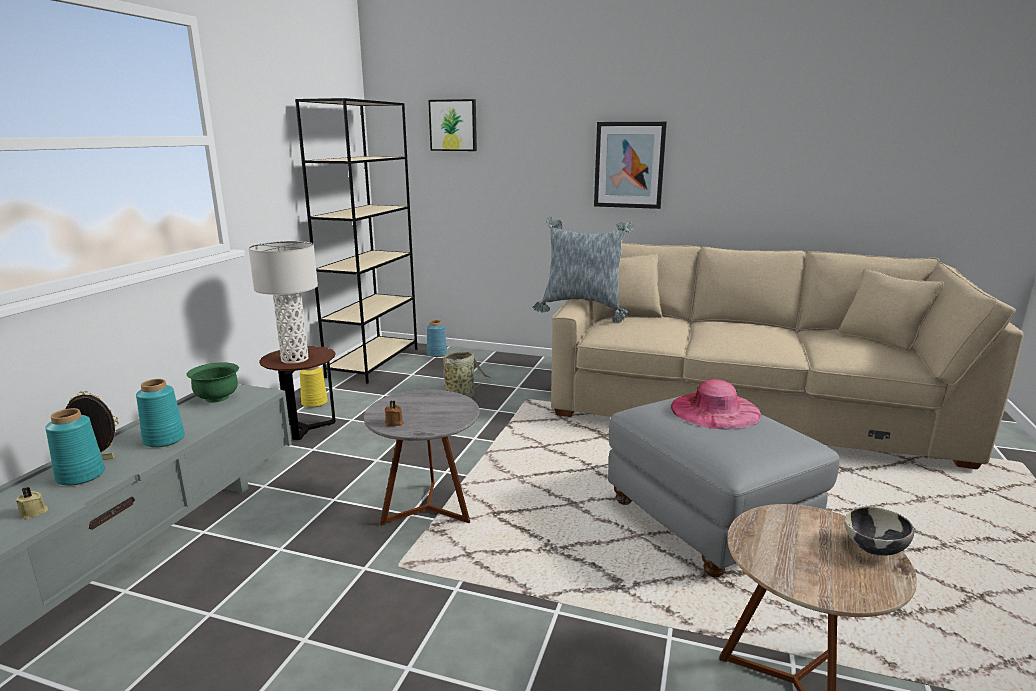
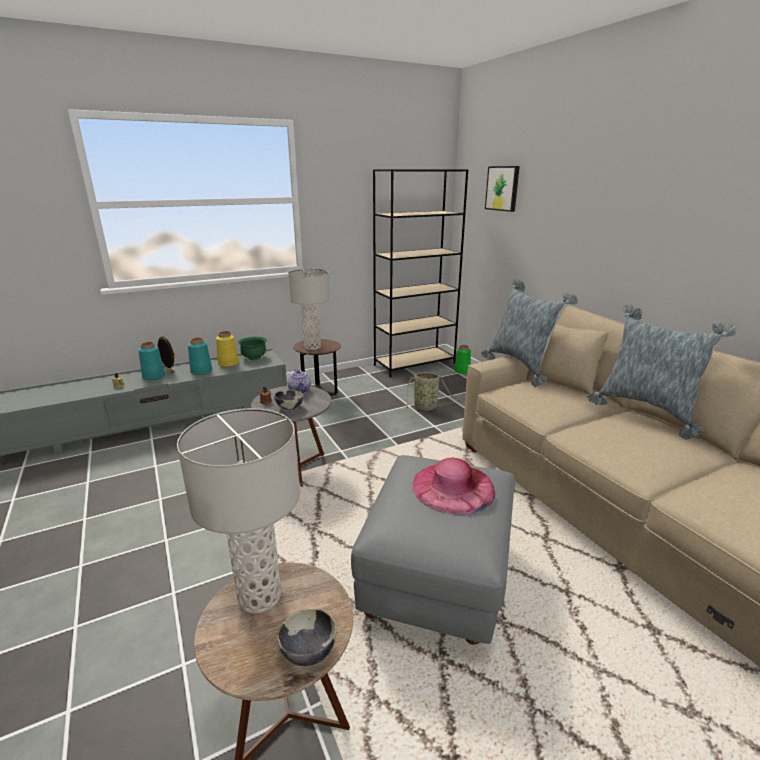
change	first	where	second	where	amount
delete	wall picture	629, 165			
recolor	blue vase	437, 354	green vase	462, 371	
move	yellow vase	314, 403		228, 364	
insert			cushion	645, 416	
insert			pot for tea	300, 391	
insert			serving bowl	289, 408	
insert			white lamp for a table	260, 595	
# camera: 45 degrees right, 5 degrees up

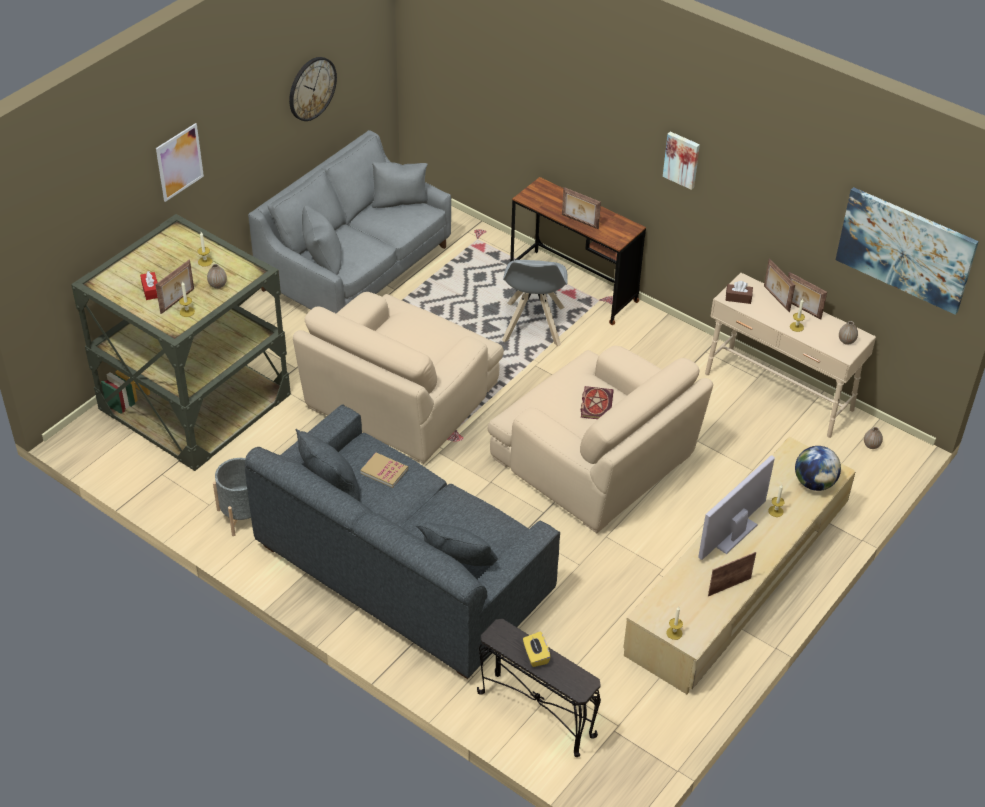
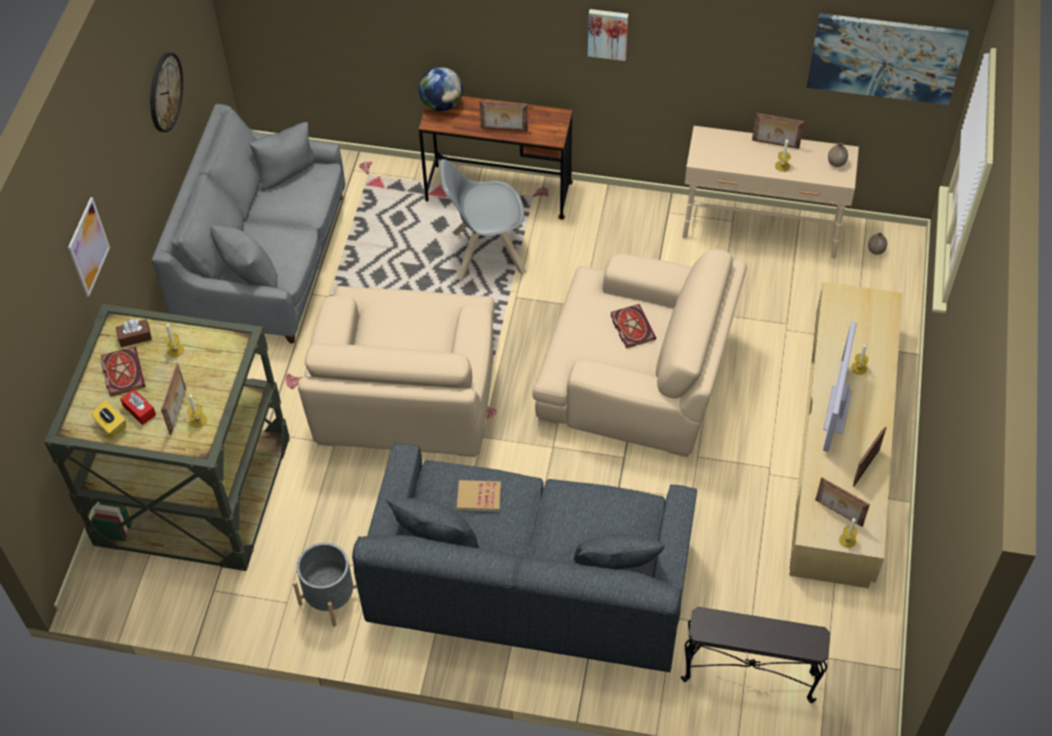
change	first	where	second	where	amount
move	standing frame	776, 299		838, 513	
rotate	greyish plain chair	533, 325		485, 252	105 degrees clockwise
delete	vase	218, 285			
move	brownish tissue box	738, 298		135, 337	
move	desk globe	814, 483		441, 104	
move	yellow tissue box	535, 656		111, 425	
insert			bound book	122, 372	
# camera: 25 degrees left, 10 degrees up

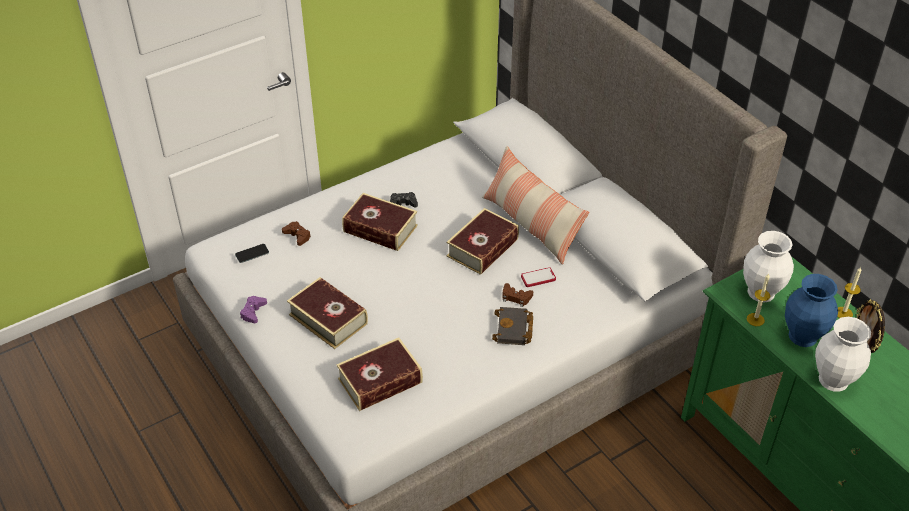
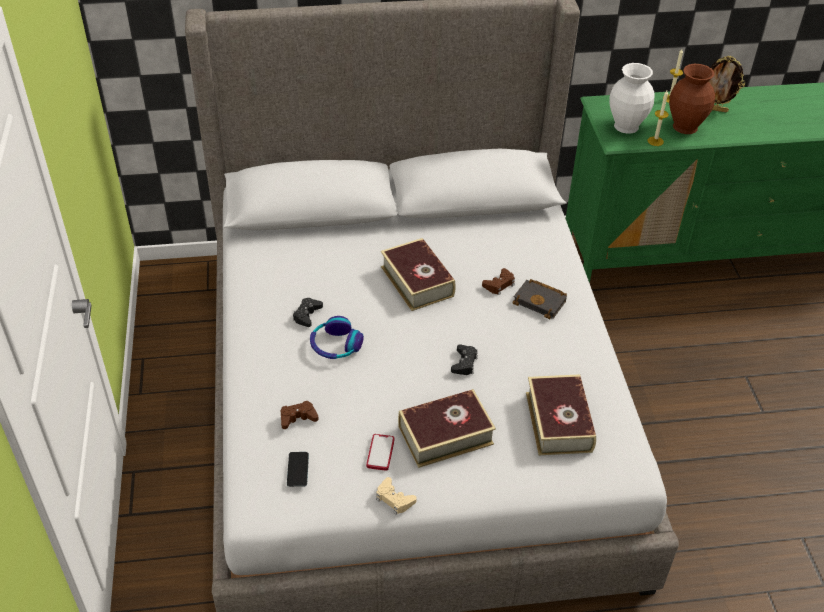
change	first	where	second	where	amount
delete	cushion	531, 224			
replace	bound book	380, 229	headphones	335, 345	
move	handset	538, 278		380, 453	
recolor	blue vase	803, 337	brownish vase	686, 127	
recolor	purple-coloured game controller	253, 312	beige game controller	394, 499	
delete	white vase	833, 379			
insert			blackish game controller	464, 363	
# camera: 65 degrees left, 0 degrees up

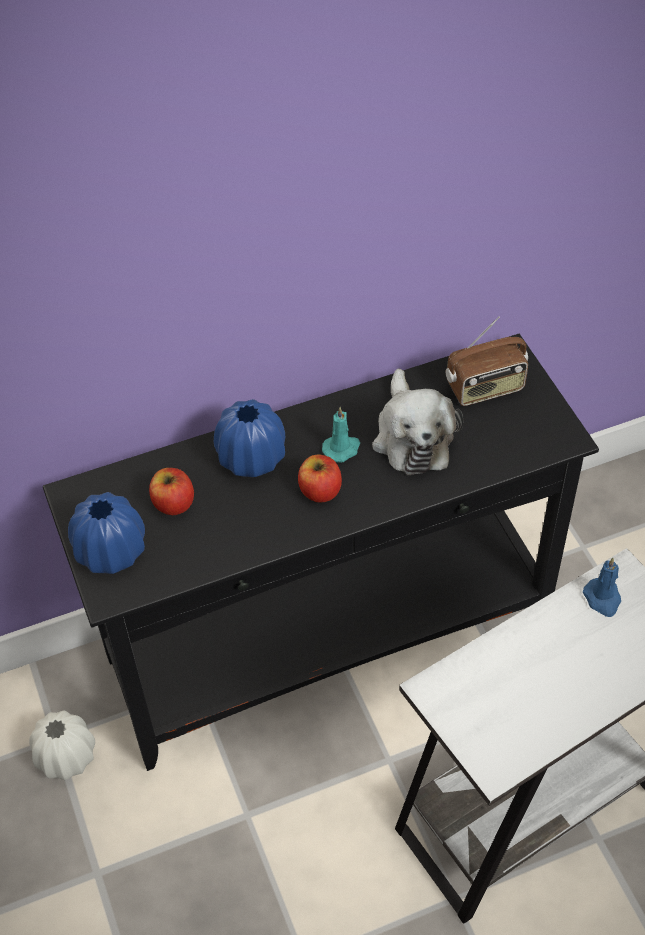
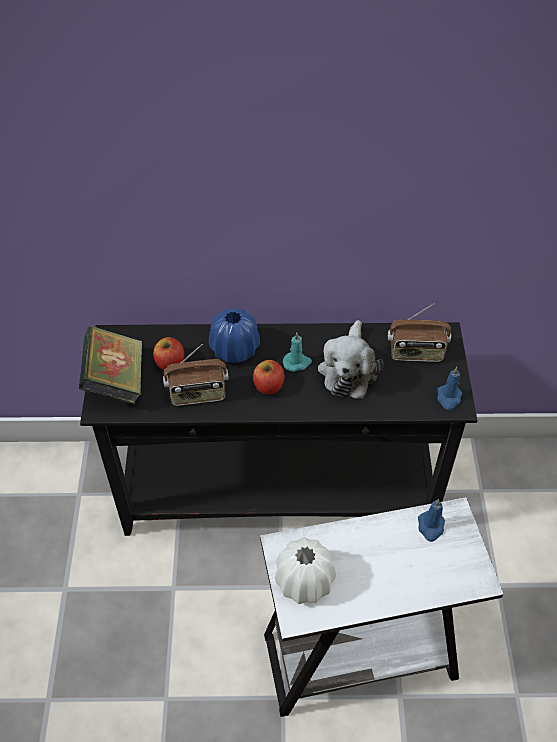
change	first	where	second	where	amount
replace	blue vase	111, 551	bound book	116, 381	
move	white vase	66, 757		304, 581	
insert			radio receiver	197, 394	
insert			blue wax candle	448, 398	
# camera: 20 degrees right, 0 degrees up

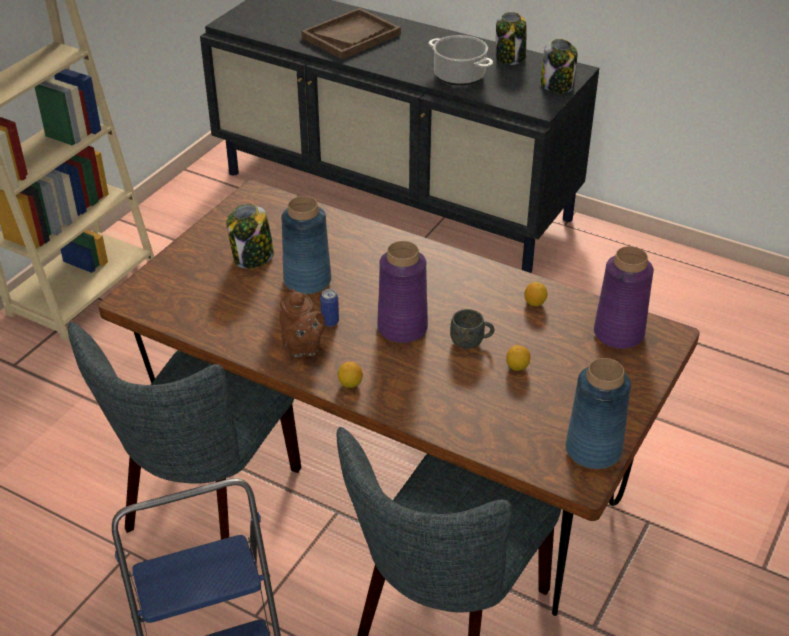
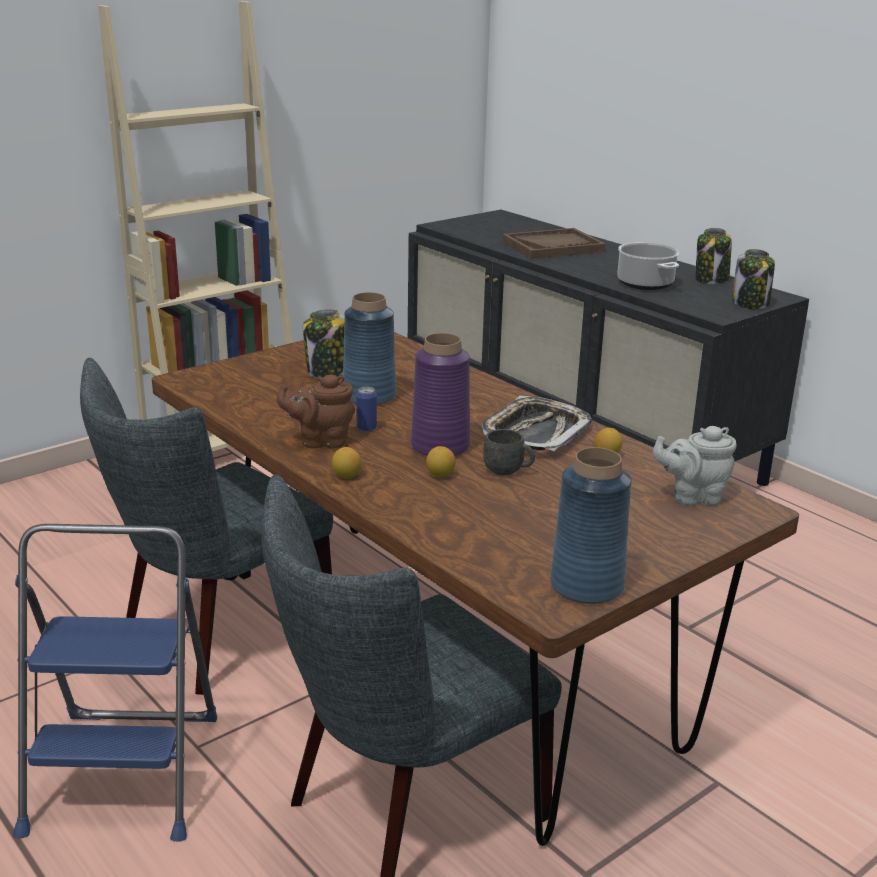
change	first	where	second	where	amount
replace	purple-coloured vase	619, 333	greyish pot for tea	692, 497	
rotate	brownish pot for tea	302, 348		321, 441	90 degrees clockwise
move	lemon	517, 367		440, 475	
insert			serving tray	535, 433	
# camera: 20 degrees right, 15 degrees down

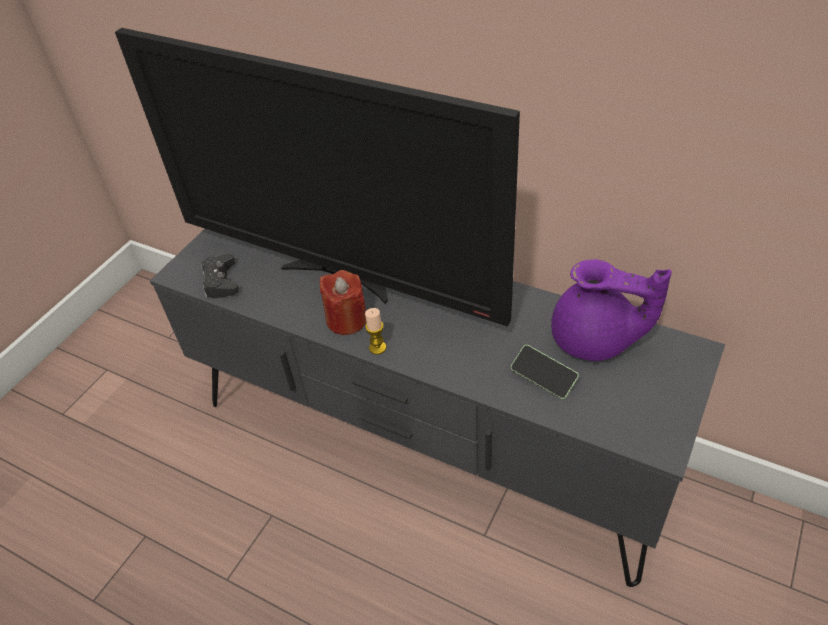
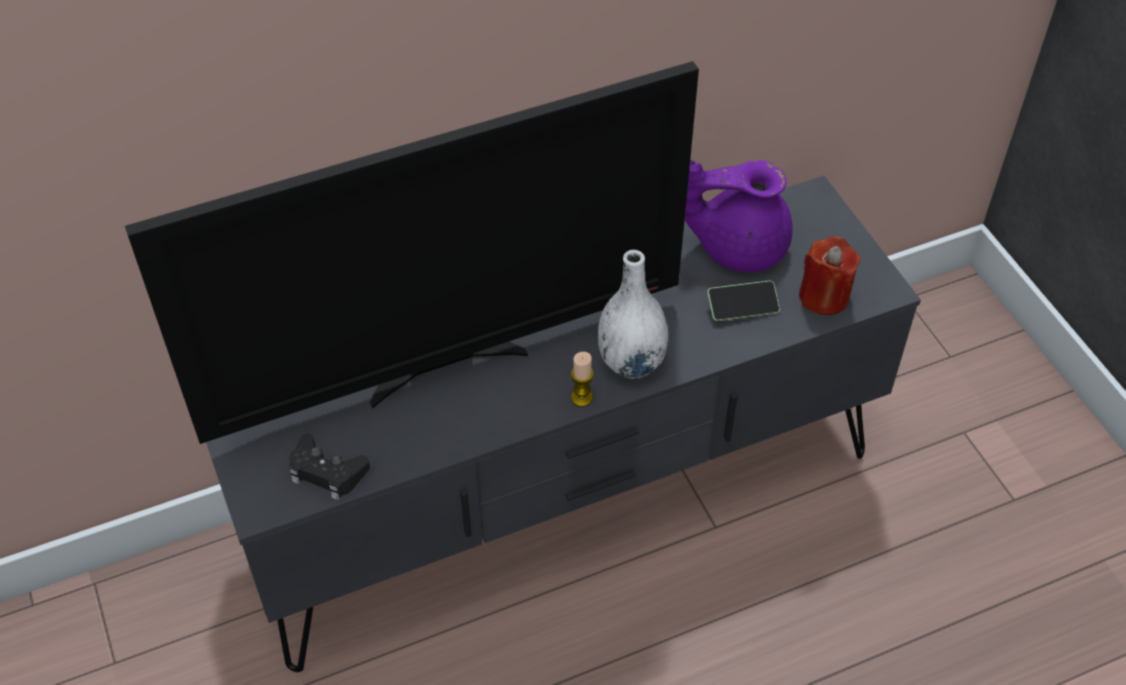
change	first	where	second	where	amount
rotate	purple-coloured pot for tea	595, 340		737, 246	150 degrees counterclockwise
move	red-coloured wax candle	346, 320		824, 296	
insert			white vase	631, 363	
# camera: 55 degrees left, 5 degrees up

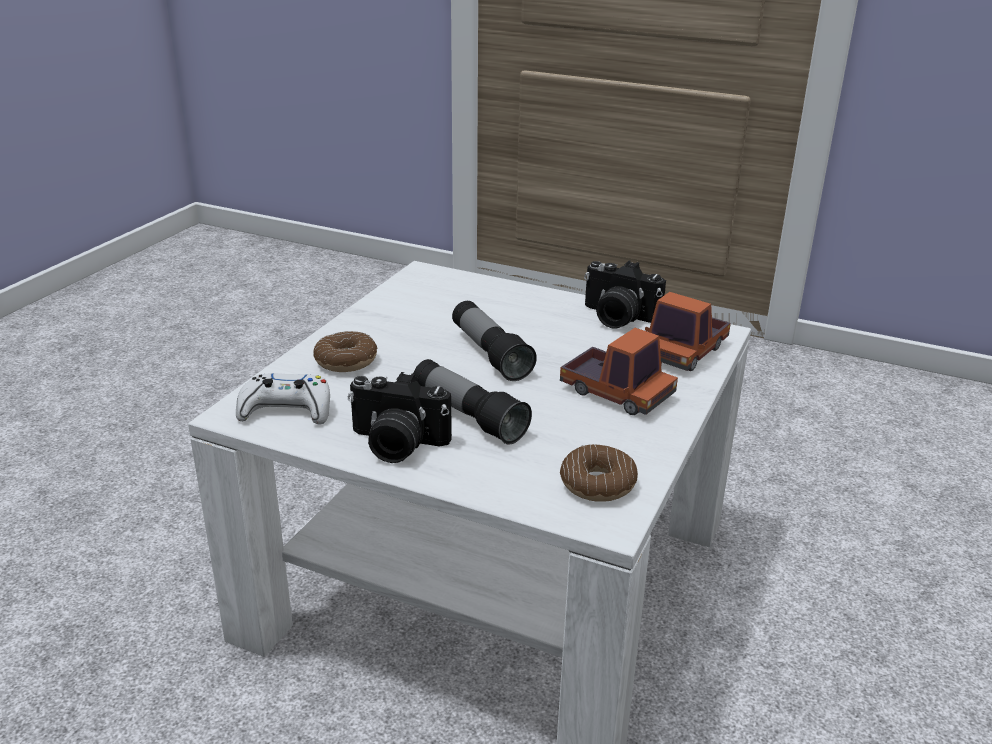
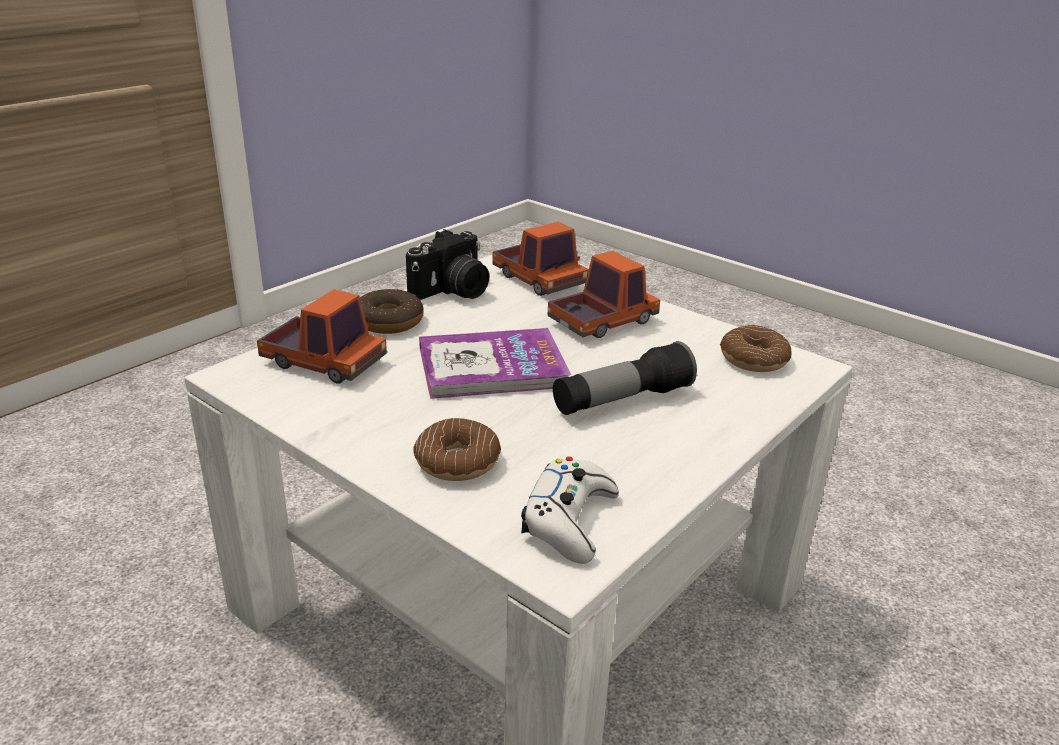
change	first	where	second	where	amount
replace	flashlight	490, 354	bound book	492, 367	
delete	photo camera	396, 444			
insert			toy lorry	324, 362	
insert			donut	389, 322	
# camera: 75 degrees left, 0 degrees up

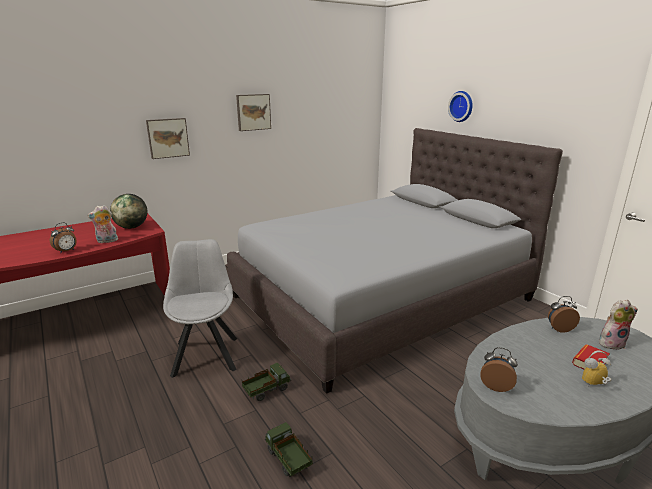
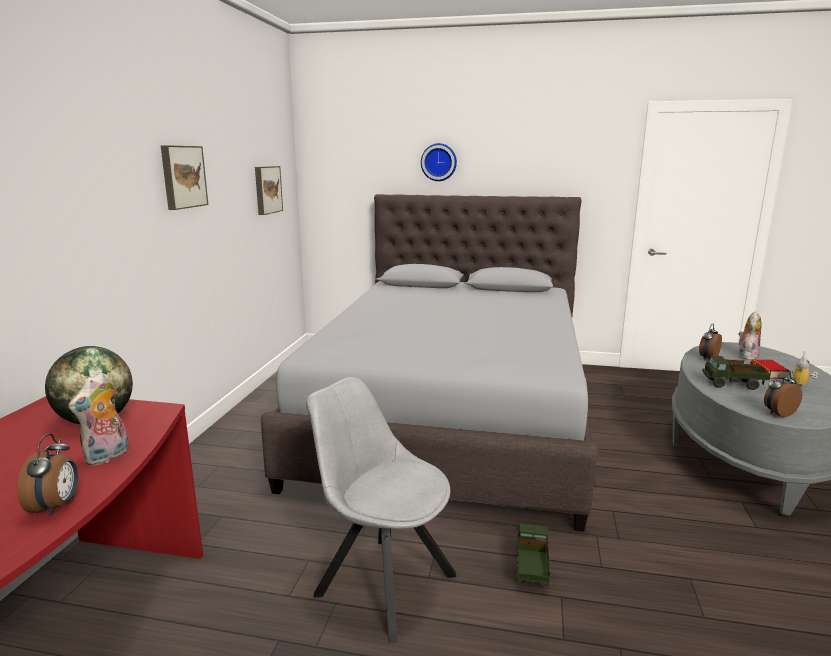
change	first	where	second	where	amount
move	wall picture	168, 138		267, 189	
move	toy lorry	287, 460		734, 384	
# camera: 45 degrees left, 5 degrees down

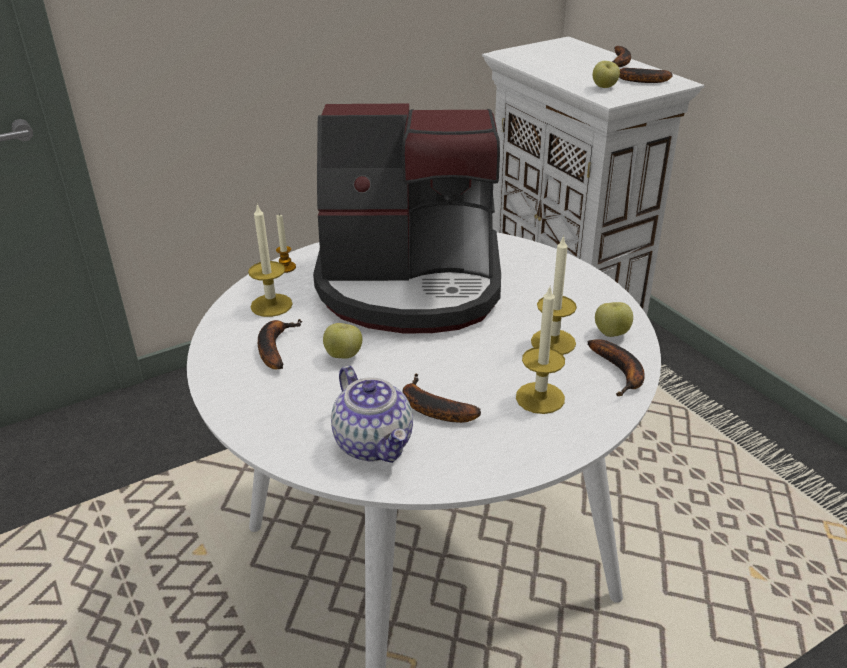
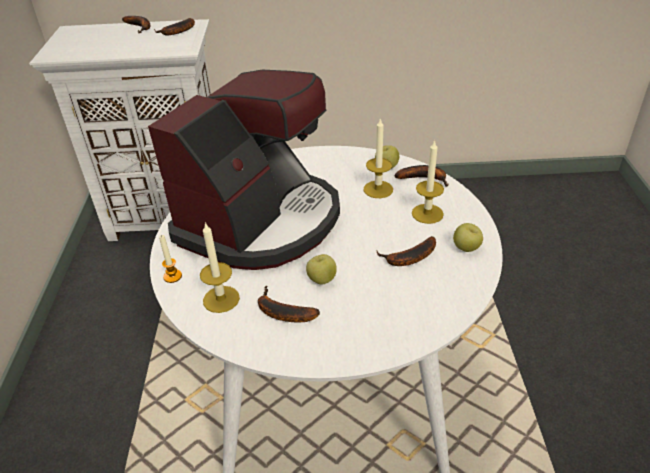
change	first	where	second	where	amount
move	whole apple	604, 87		466, 248	
delete	pot for tea	375, 443			
# camera: 60 degrees left, 5 degrees up

